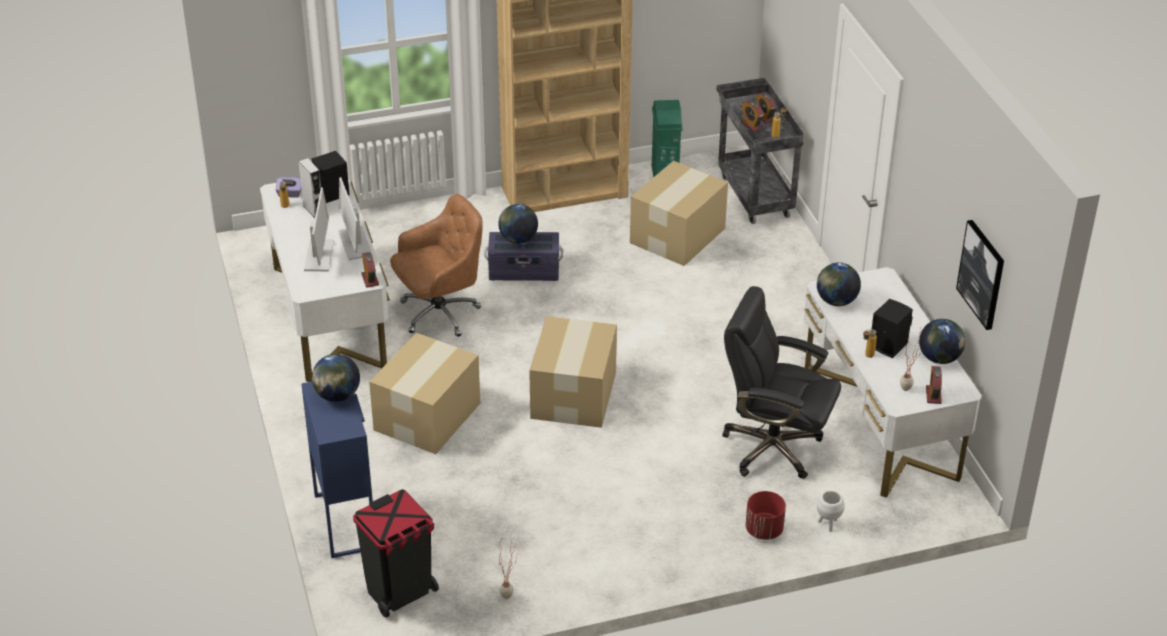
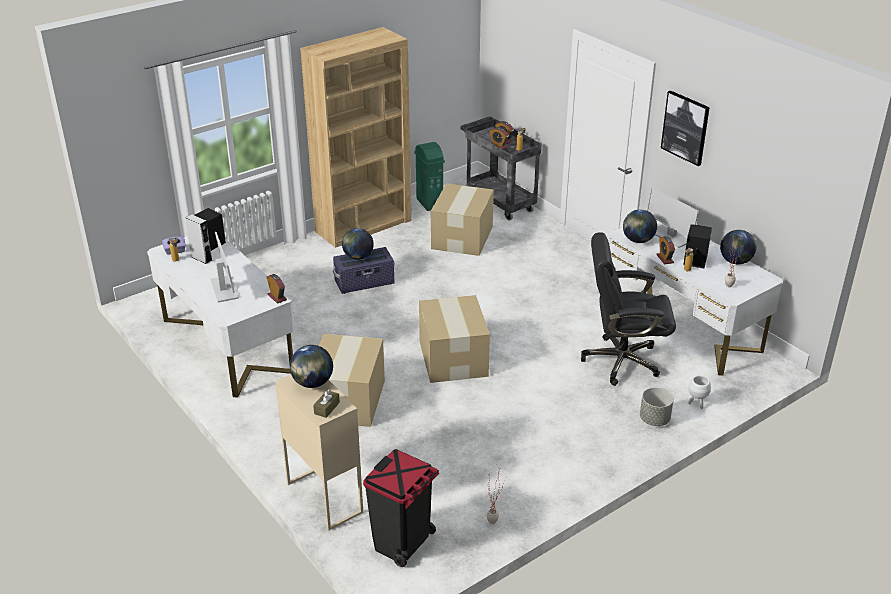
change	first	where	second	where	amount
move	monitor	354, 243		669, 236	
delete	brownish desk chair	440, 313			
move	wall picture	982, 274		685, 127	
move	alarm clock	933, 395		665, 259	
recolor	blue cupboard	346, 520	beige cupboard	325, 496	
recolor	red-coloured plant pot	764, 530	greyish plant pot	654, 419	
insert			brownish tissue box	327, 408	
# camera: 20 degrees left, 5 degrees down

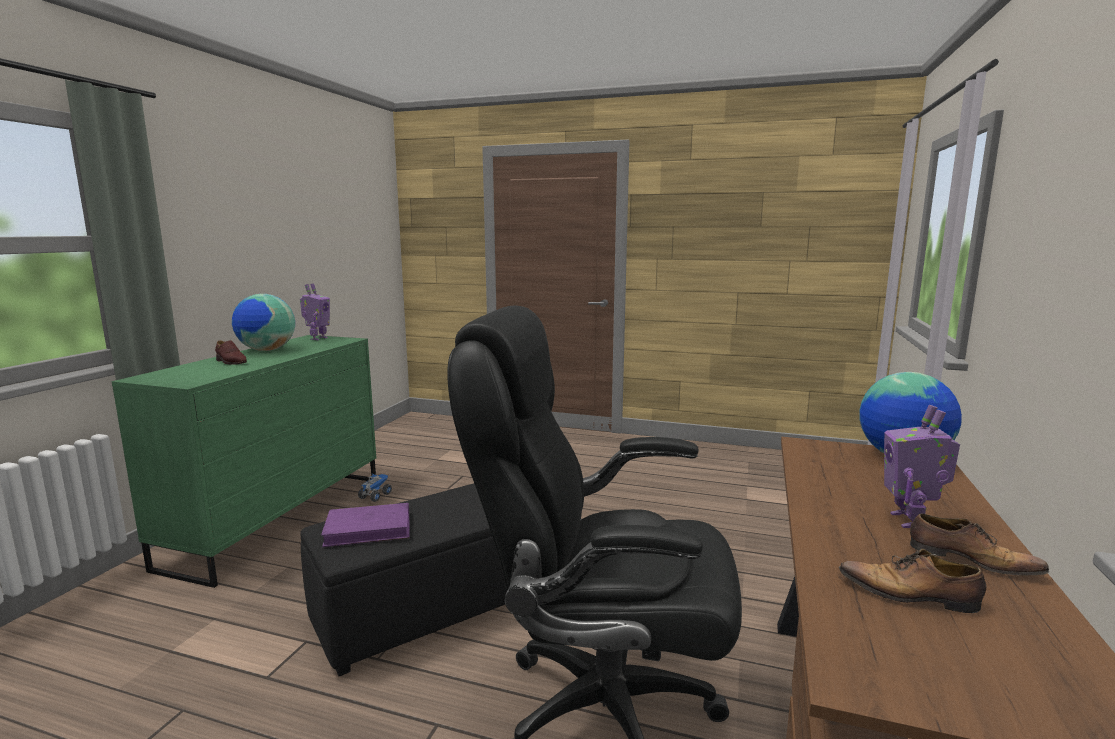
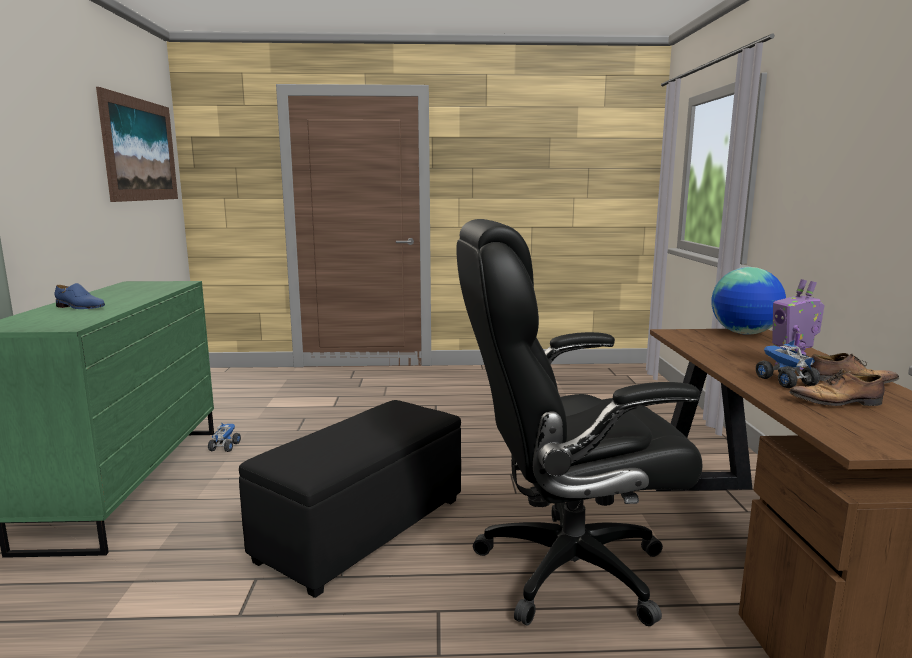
change	first	where	second	where	amount
delete	toy robot	318, 338			
delete	desk globe	266, 350			
recolor	brownish shoe	231, 362	blue shoe	80, 307	
delete	purple-coloured bound book	369, 529			
insert			wall picture	140, 150	
insert			toy lorry	784, 381	
# camera: 20 degrees left, 0 degrees up

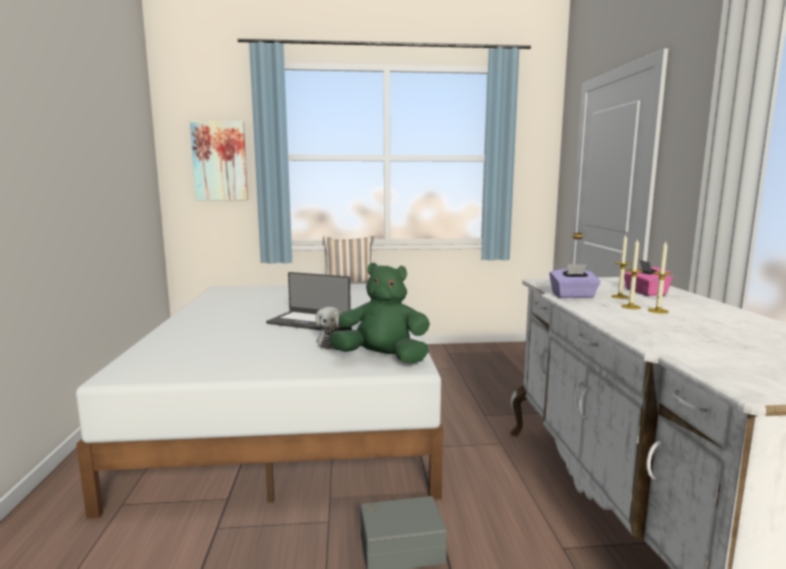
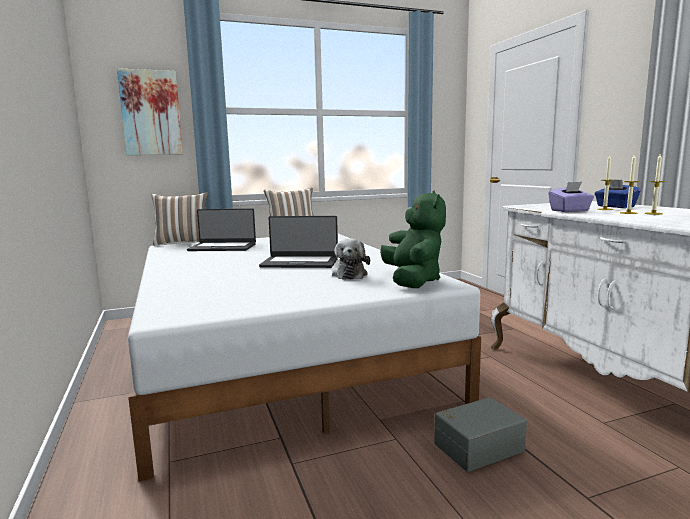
change	first	where	second	where	amount
recolor	pink-coloured tissue box	645, 292	blue tissue box	615, 206	
rotate	green plush toy	382, 358		413, 281	90 degrees clockwise
insert			cushion	182, 243	
insert			notebook computer	223, 247	
# camera: 15 degrees left, 0 degrees up

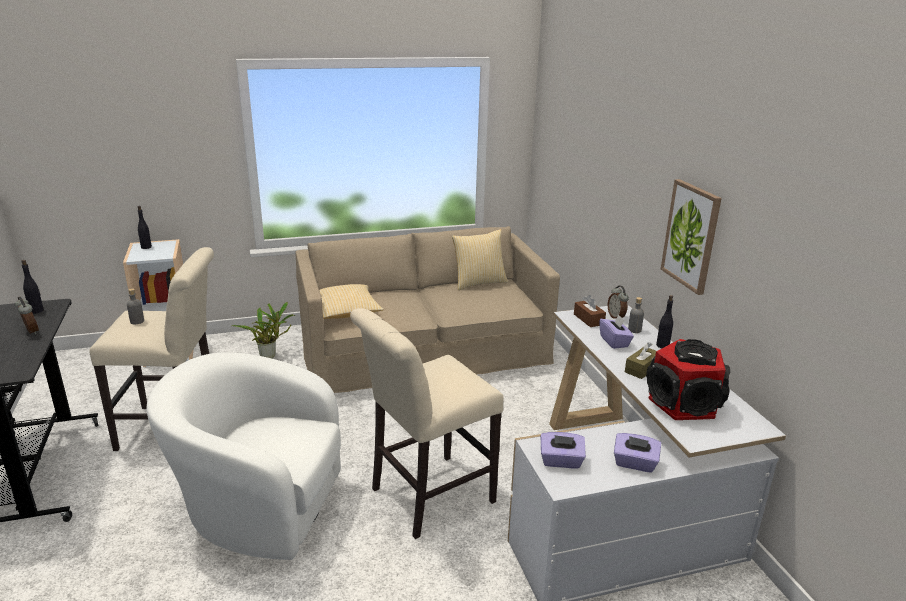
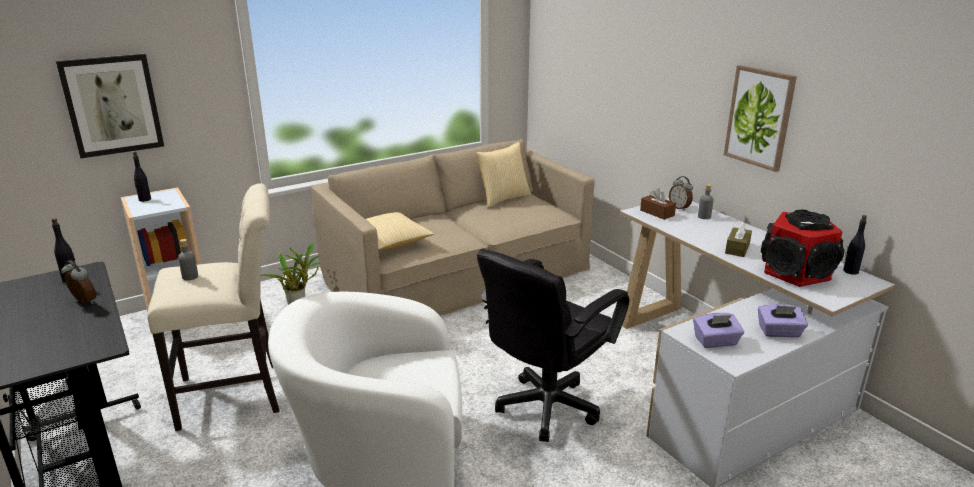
change	first	where	second	where	amount
move	blackish beverage bottle	662, 345		850, 271	
replace	beige stool seat	426, 497	blackish desk chair	544, 412	
delete	purple-coloured tissue box	614, 341			
insert			wall picture	112, 105	
# camera: 15 degrees left, 0 degrees up

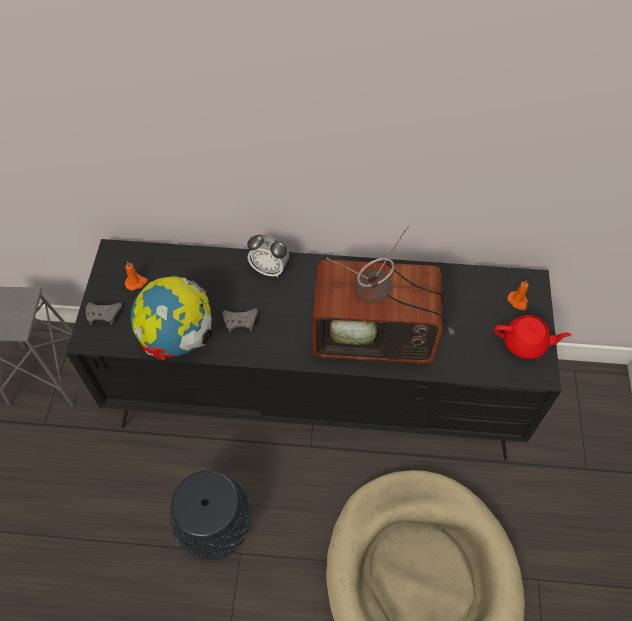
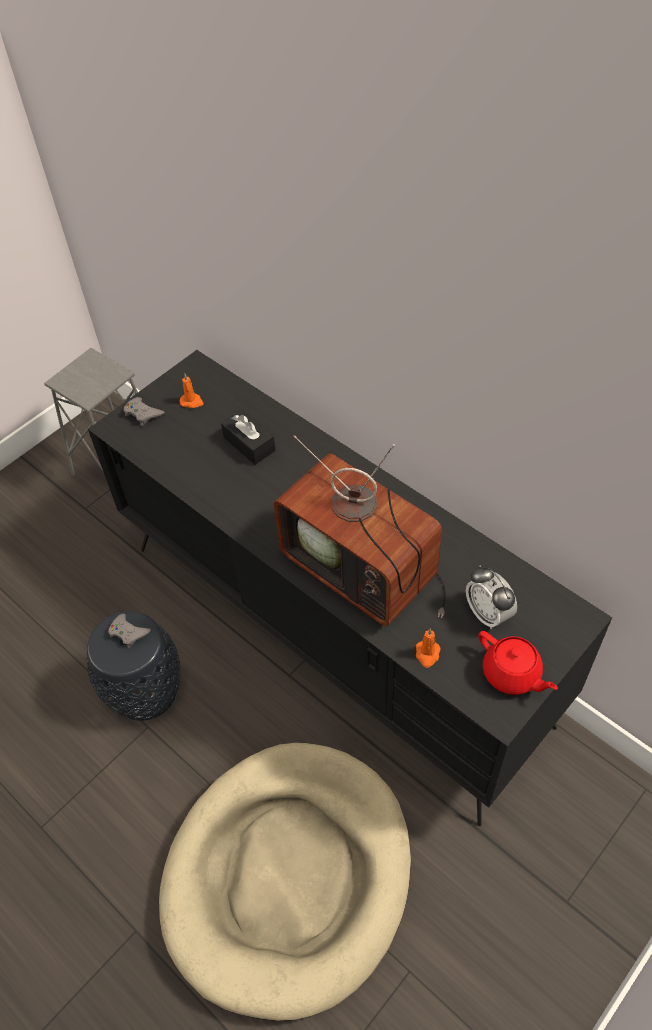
change	first	where	second	where	amount
move	alarm clock	269, 269		488, 614	
delete	desk globe	178, 338			
move	orange-coloured wax candle	518, 301		427, 654	
move	greyish game controller	240, 321		128, 632	
insert			blackish tissue box	249, 444	
# camera: 40 degrees right, 5 degrees down

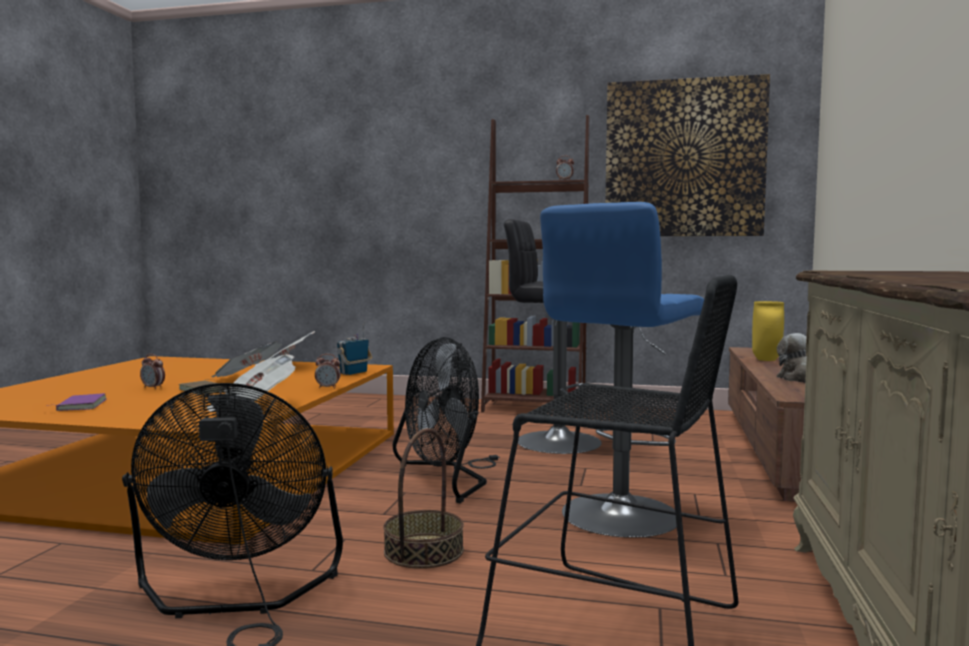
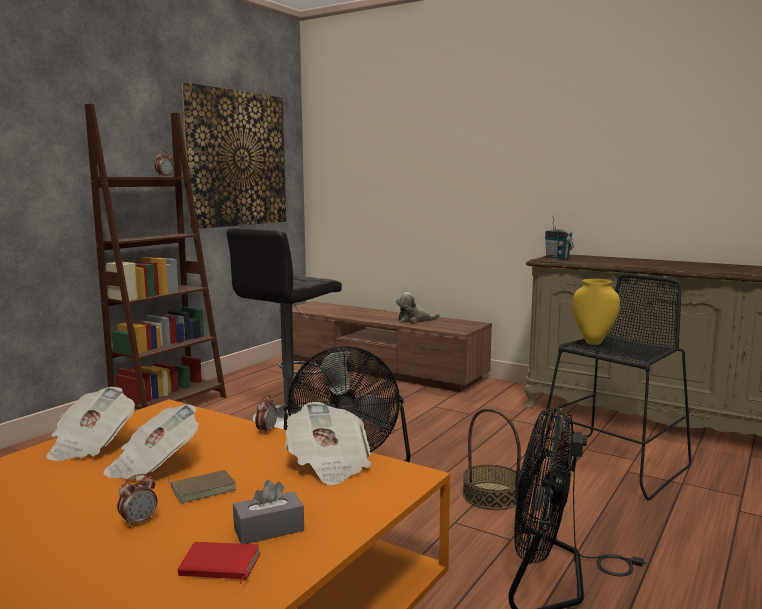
change	first	where	second	where	amount
delete	blue stool seat	618, 515			
move	yellow vase	767, 360		593, 342	
move	radio receiver	354, 373		557, 258	
recolor	purple-coloured bound book	80, 405	red-coloured bound book	219, 566	
insert			greyish tissue box	269, 529	
# camera: 70 degrees left, 5 degrees up

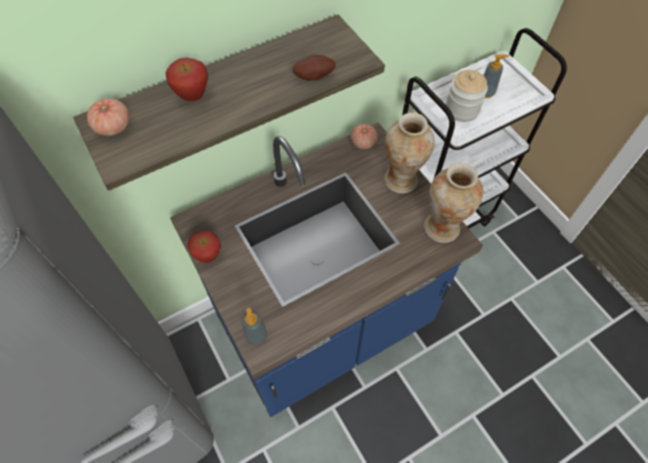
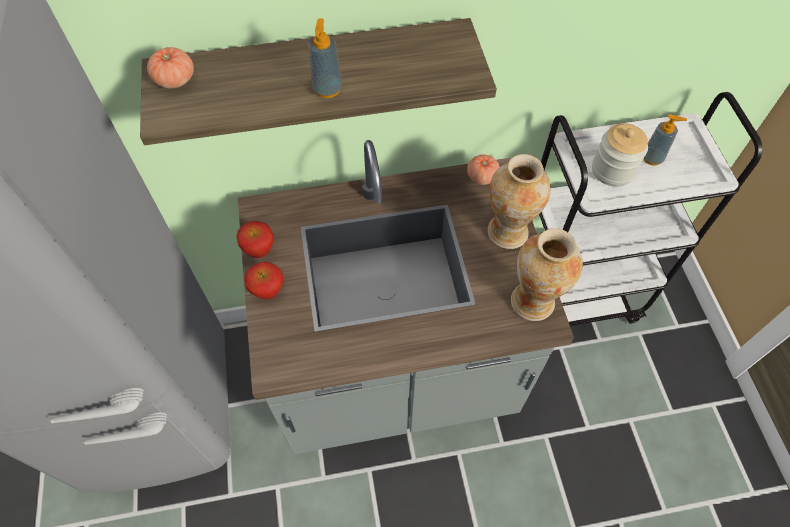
change	first	where	second	where	amount
delete	potato	314, 75			
move	whole apple	193, 97		268, 292	
recolor	blue kitchen counter	324, 324	greyish kitchen counter	395, 374	
move	soap dispenser	256, 335		327, 89	
# camera: 20 degrees right, 0 degrees up

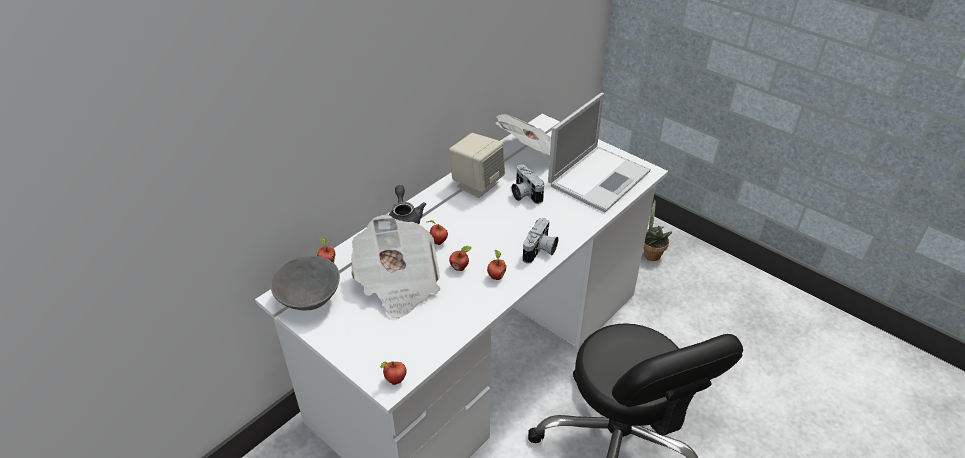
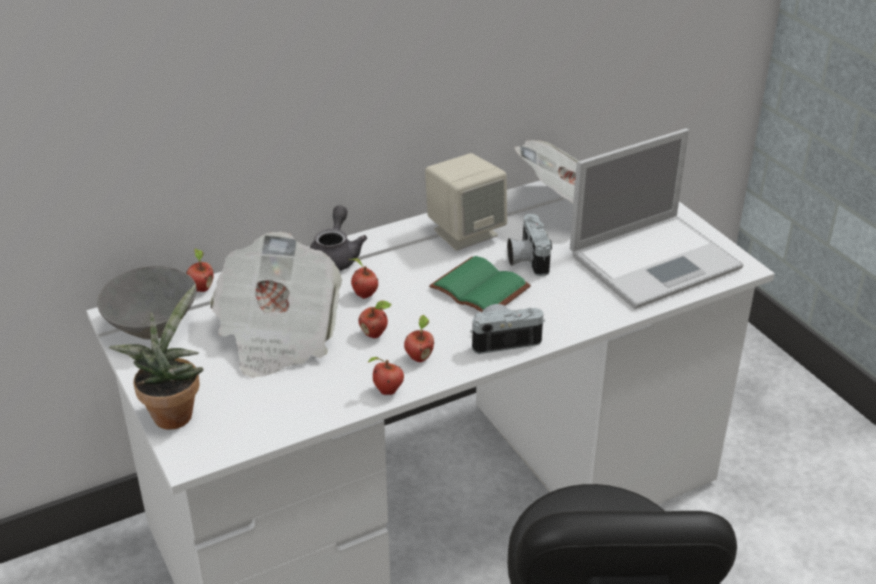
change	first	where	second	where	amount
move	potted plant	650, 254		173, 412	
rotate	photo camera	540, 251		504, 339	150 degrees counterclockwise
move	whole apple	395, 381		387, 391	
insert			green bound book	482, 288	
# camera: 20 degrees right, 5 degrees down

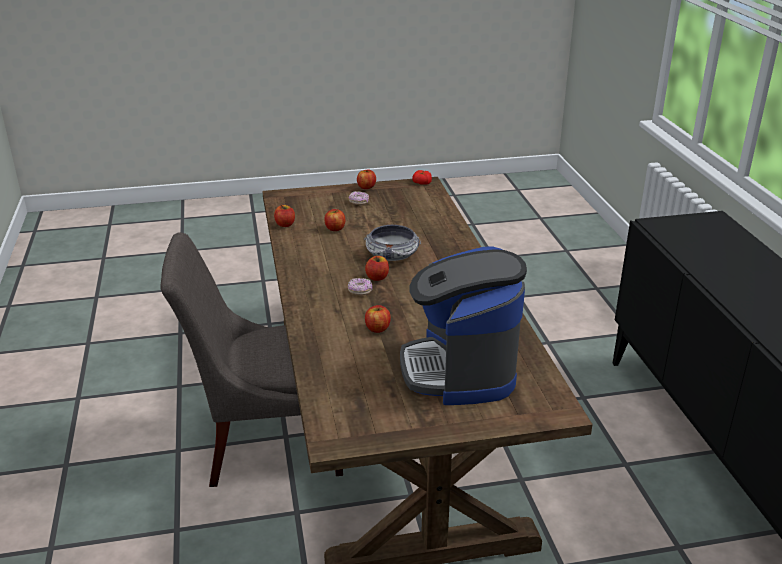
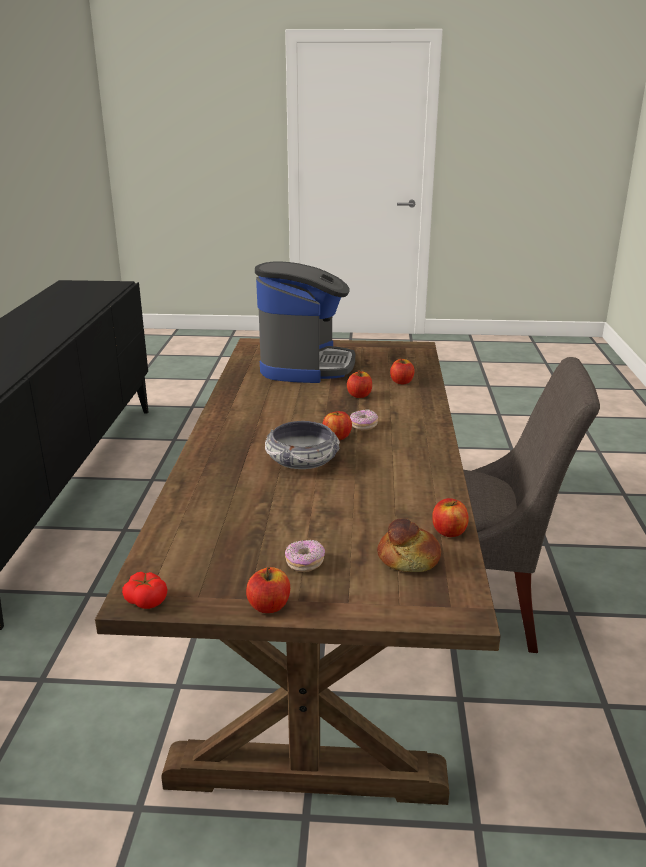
change	first	where	second	where	amount
move	whole apple	335, 228		401, 382	
insert			baked bread	409, 559	
# camera: 165 degrees left, 5 degrees down

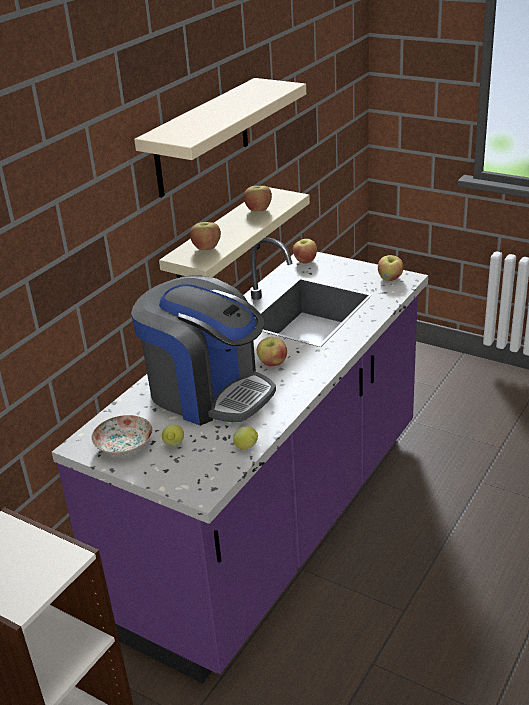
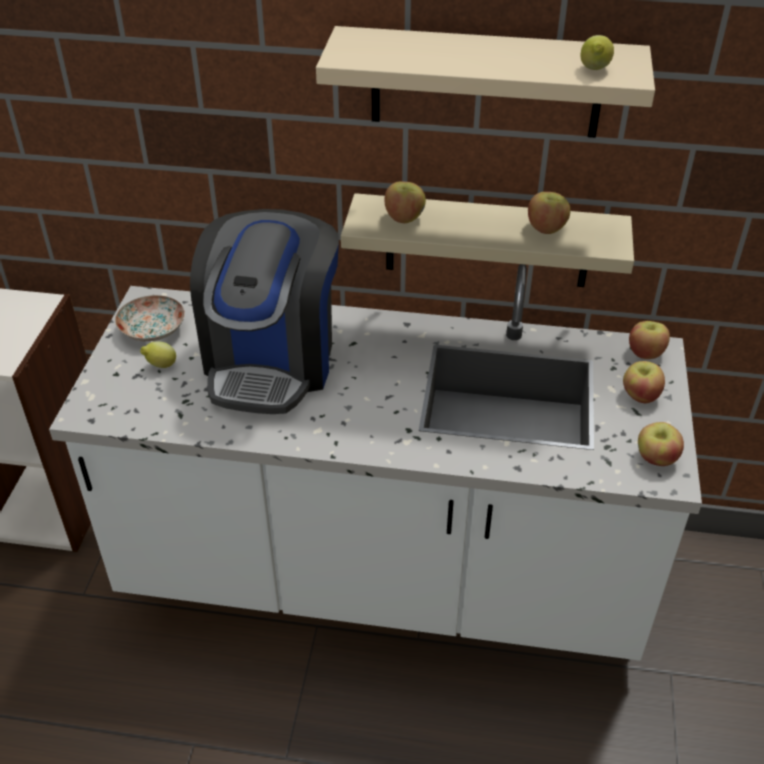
change	first	where	second	where	amount
recolor	purple-coloured kitchen counter	276, 524	white kitchen counter	382, 575	
move	whole apple	272, 363		640, 396	
move	lemon	247, 448		594, 70	
# camera: 65 degrees right, 10 degrees up

